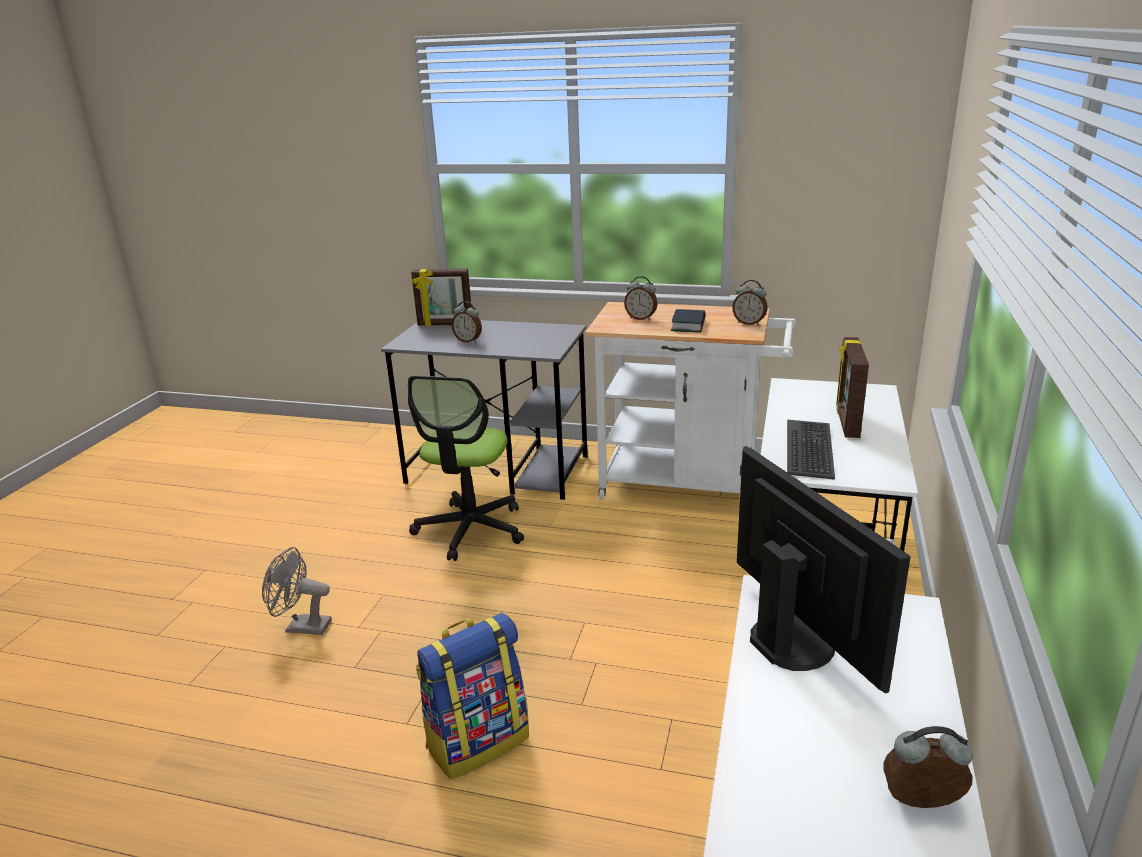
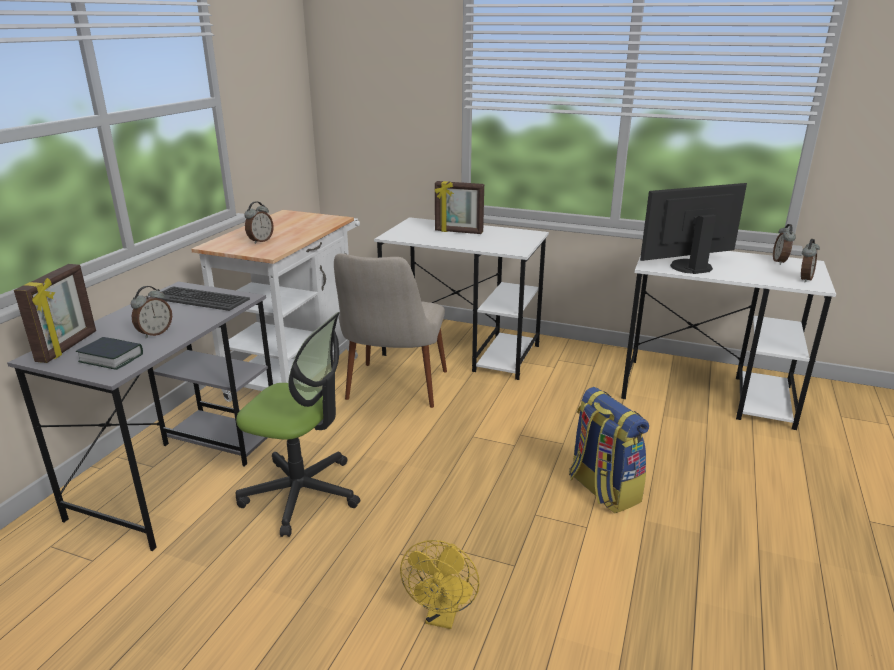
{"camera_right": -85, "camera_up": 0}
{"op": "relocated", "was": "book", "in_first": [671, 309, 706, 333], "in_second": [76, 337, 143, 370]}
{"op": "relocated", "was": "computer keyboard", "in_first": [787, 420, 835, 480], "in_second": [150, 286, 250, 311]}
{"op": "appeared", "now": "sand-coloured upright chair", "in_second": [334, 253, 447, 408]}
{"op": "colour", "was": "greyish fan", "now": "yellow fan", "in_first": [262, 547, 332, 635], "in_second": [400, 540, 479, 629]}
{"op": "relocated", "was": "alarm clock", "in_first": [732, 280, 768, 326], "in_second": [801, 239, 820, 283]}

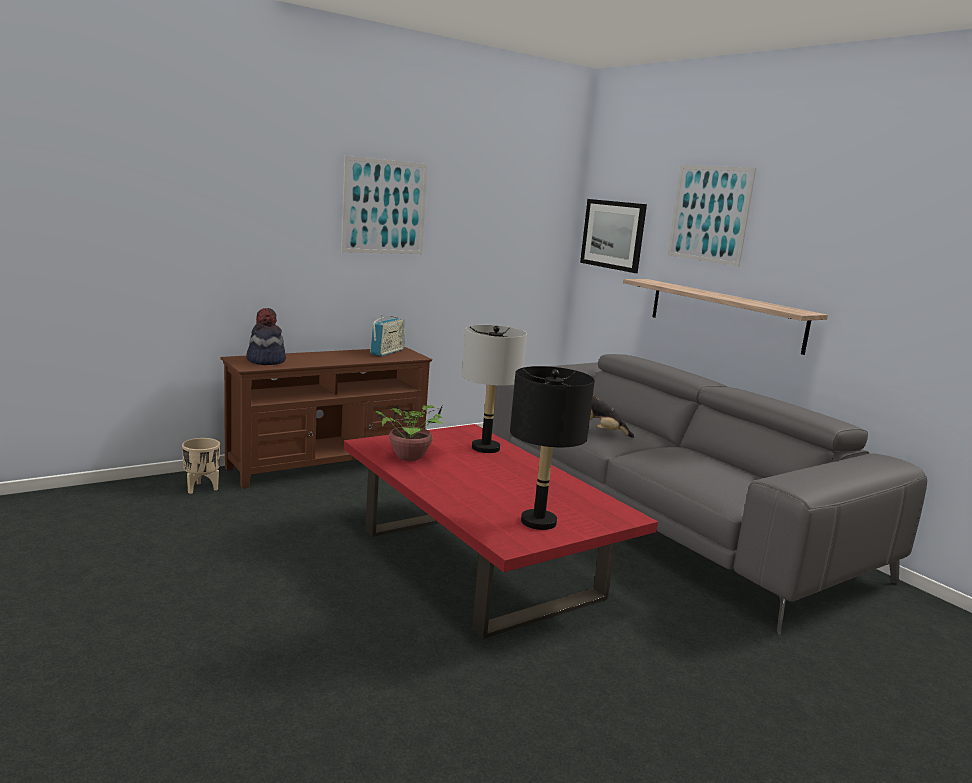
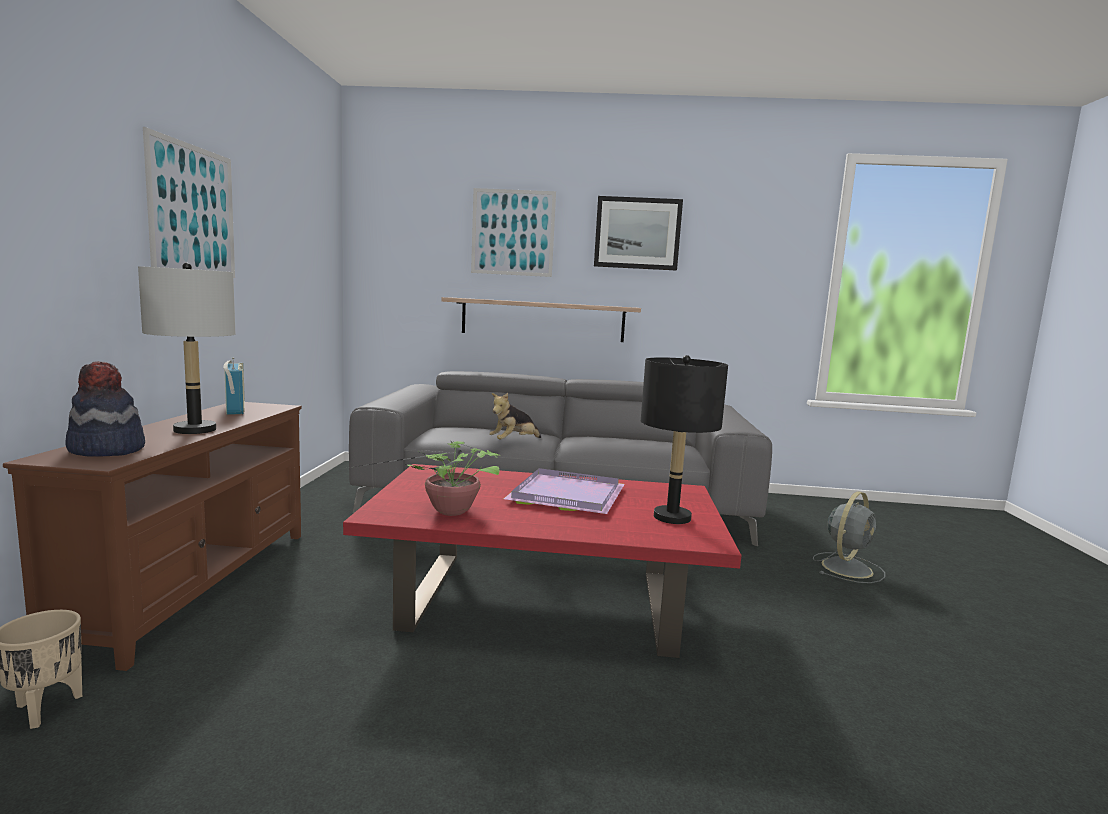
{"camera_right": -50, "camera_up": -5}
{"op": "relocated", "was": "greyish tabletop lamp", "in_first": [462, 325, 527, 453], "in_second": [138, 263, 235, 434]}
{"op": "appeared", "now": "purple carrying tray", "in_second": [504, 468, 625, 514]}
{"op": "relocated", "was": "wall art", "in_first": [580, 199, 647, 273], "in_second": [594, 196, 683, 271]}
{"op": "appeared", "now": "greyish fan", "in_second": [813, 491, 885, 583]}

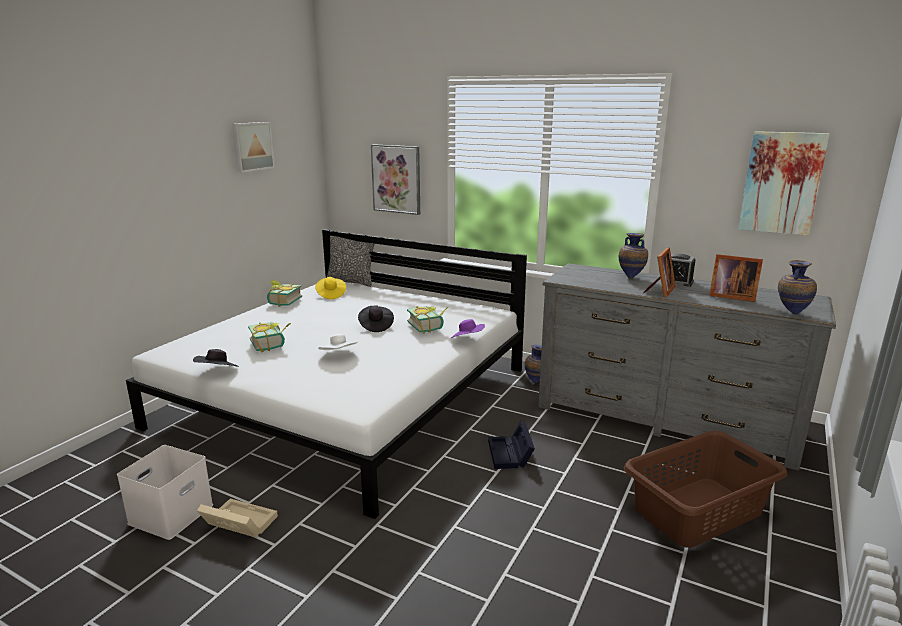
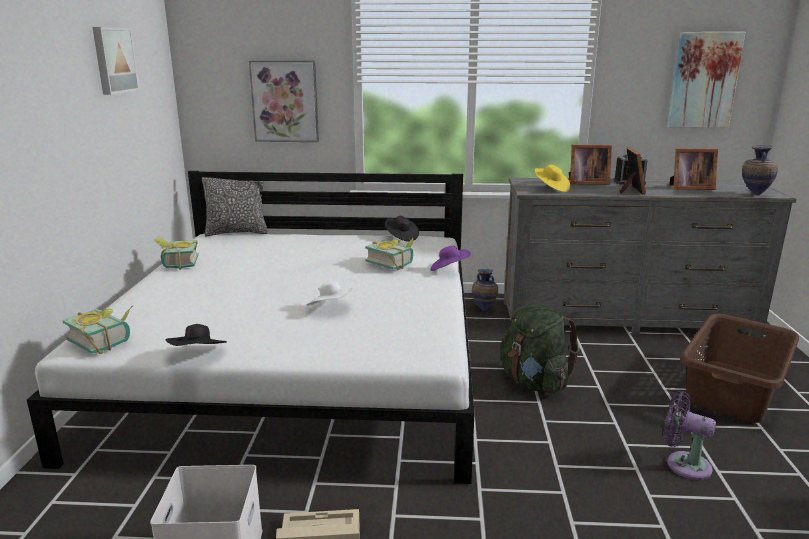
{"camera_right": -25, "camera_up": 0}
{"op": "relocated", "was": "book", "in_first": [248, 322, 291, 352], "in_second": [62, 306, 133, 354]}
{"op": "relocated", "was": "black-coloured clothing hat", "in_first": [358, 305, 394, 332], "in_second": [385, 216, 419, 242]}
{"op": "exchanged", "was": "black-coloured storage container", "now": "green knapsack", "in_first": [488, 421, 535, 469], "in_second": [500, 303, 580, 394]}
{"op": "relocated", "was": "yellow clothing hat", "in_first": [315, 277, 346, 299], "in_second": [535, 165, 570, 192]}
{"op": "exchanged", "was": "vase", "now": "picture frame", "in_first": [618, 233, 648, 278], "in_second": [569, 145, 612, 185]}
{"op": "appeared", "now": "purple fan", "in_second": [663, 391, 716, 480]}

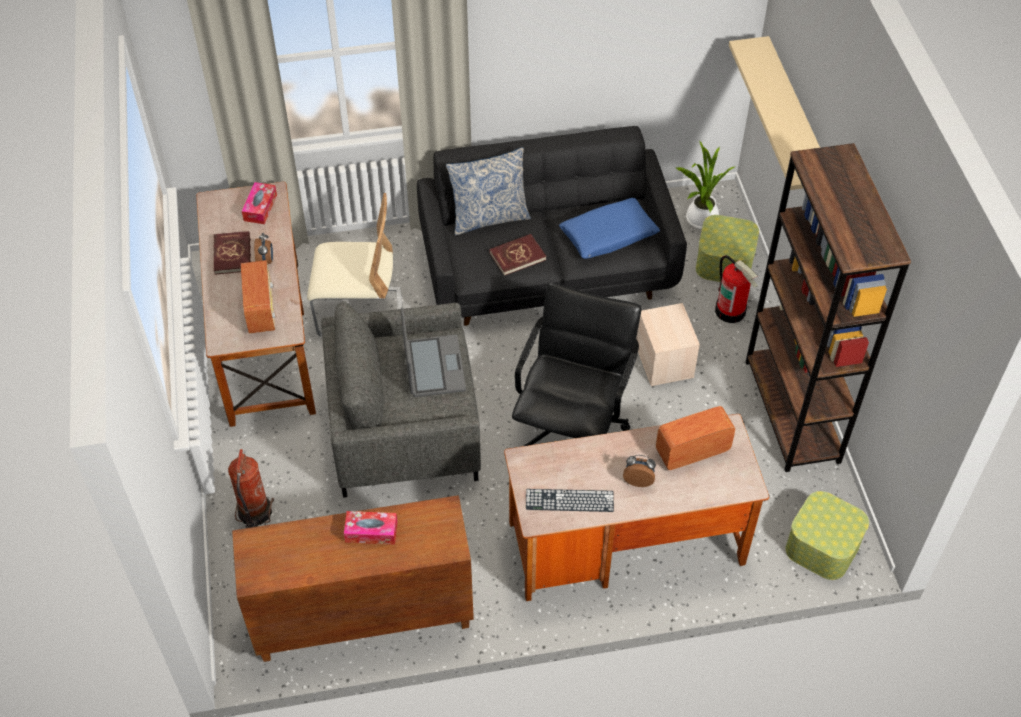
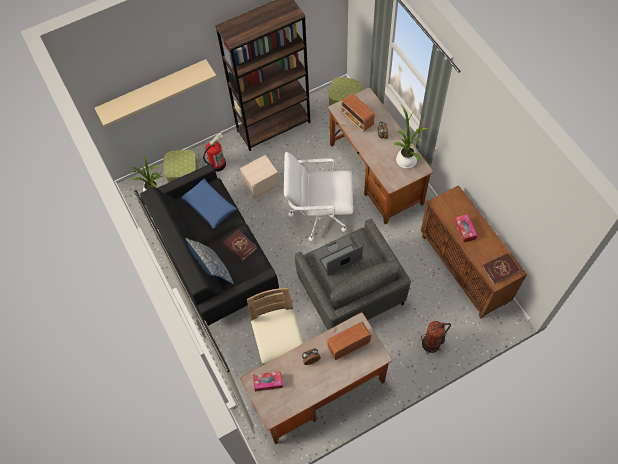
{"camera_right": -105, "camera_up": 10}
{"op": "colour", "was": "black-coloured computer chair", "now": "white computer chair", "in_first": [512, 283, 641, 446], "in_second": [284, 152, 353, 241]}
{"op": "exchanged", "was": "computer keyboard", "now": "plant in a pot", "in_first": [526, 489, 614, 512], "in_second": [394, 105, 428, 168]}
{"op": "relocated", "was": "red-coloured book", "in_first": [214, 231, 251, 275], "in_second": [482, 253, 520, 284]}

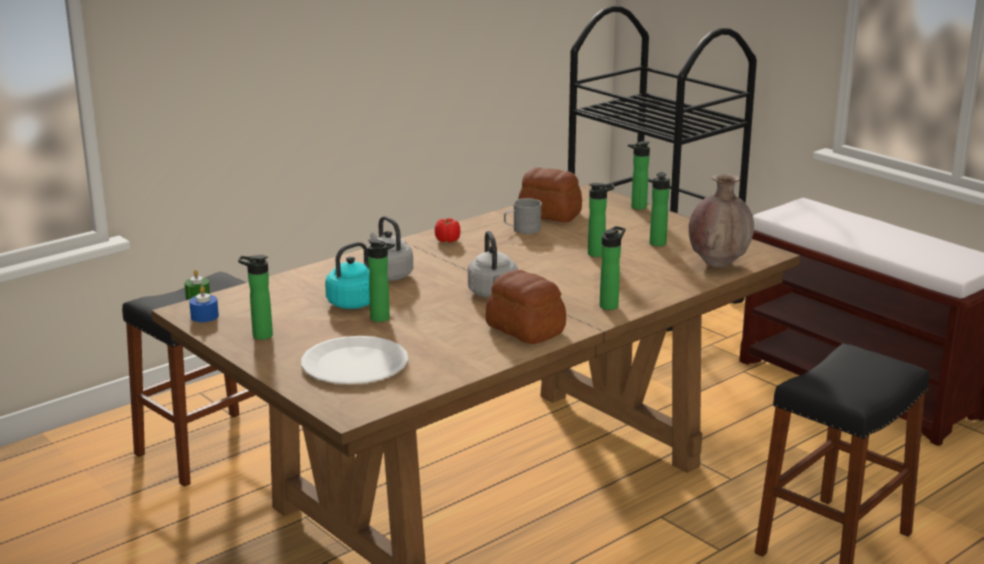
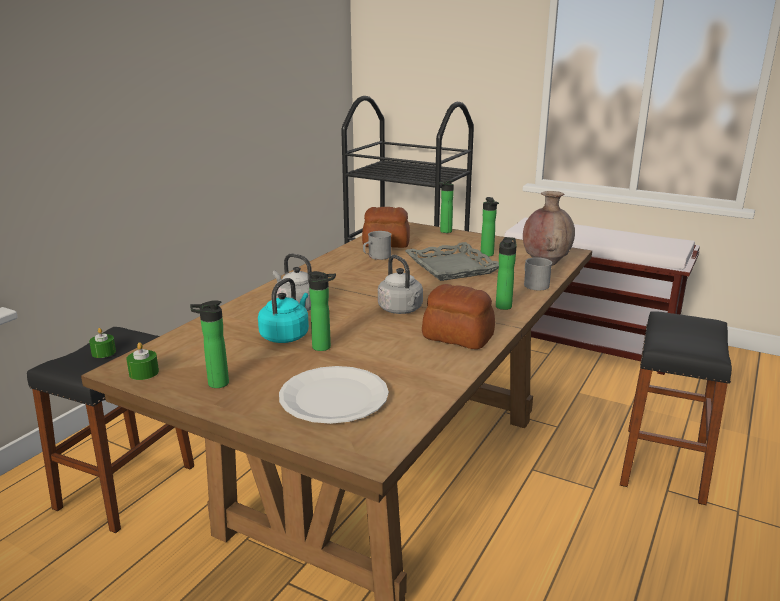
{"camera_right": -20, "camera_up": 0}
{"op": "colour", "was": "bluish wax light", "now": "green wax light", "in_first": [189, 286, 219, 322], "in_second": [126, 342, 159, 380]}
{"op": "exchanged", "was": "beverage bottle", "now": "greyish carrying tray", "in_first": [588, 183, 614, 257], "in_second": [405, 242, 499, 281]}
{"op": "appeared", "now": "greyish tea mug", "in_second": [524, 257, 552, 291]}
{"op": "missing", "was": "whole tomato", "in_first": [435, 218, 461, 242]}

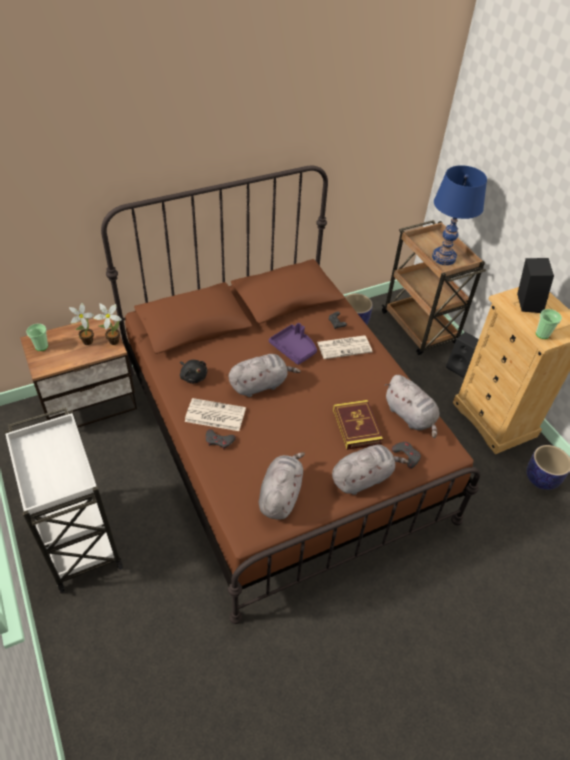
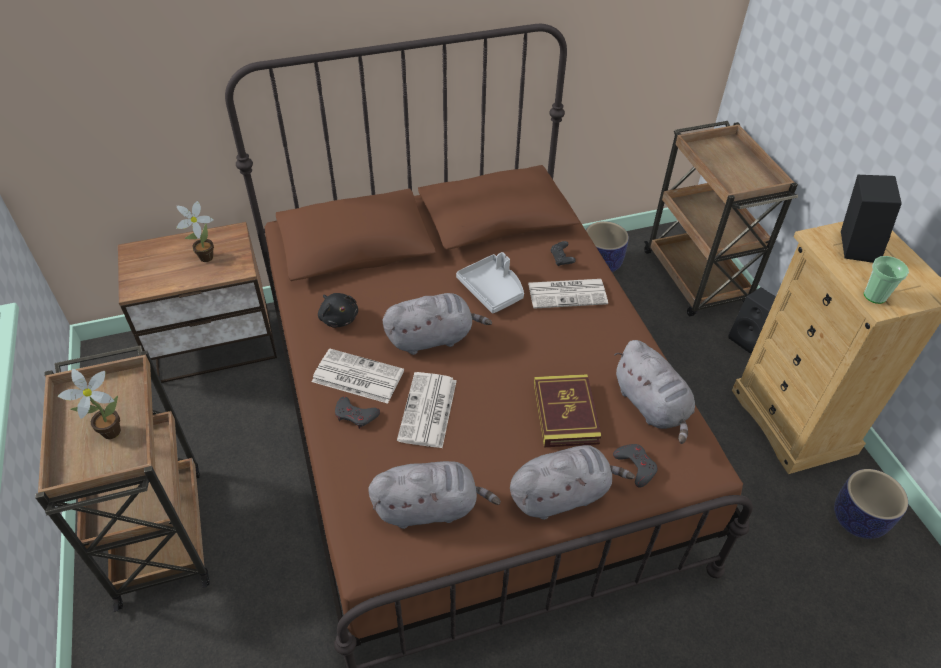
{"camera_right": 10, "camera_up": 0}
{"op": "colour", "was": "white trolley", "now": "brown trolley", "in_first": [4, 407, 123, 593], "in_second": [35, 345, 210, 612]}
{"op": "relocated", "was": "plant in a pot", "in_first": [94, 303, 122, 345], "in_second": [58, 369, 121, 439]}
{"op": "spun", "was": "greyish cuddly toy", "in_first": [259, 452, 305, 520], "in_second": [368, 461, 501, 529], "clockwise": 60}
{"op": "appeared", "now": "newspaper", "in_second": [397, 372, 457, 448]}
{"op": "colour", "was": "purple carrying tray", "now": "greyish carrying tray", "in_first": [269, 323, 317, 365], "in_second": [456, 252, 524, 313]}
{"op": "missing", "was": "cup", "in_first": [26, 324, 48, 351]}
{"op": "missing", "was": "bluish tabletop lamp", "in_first": [432, 165, 487, 265]}

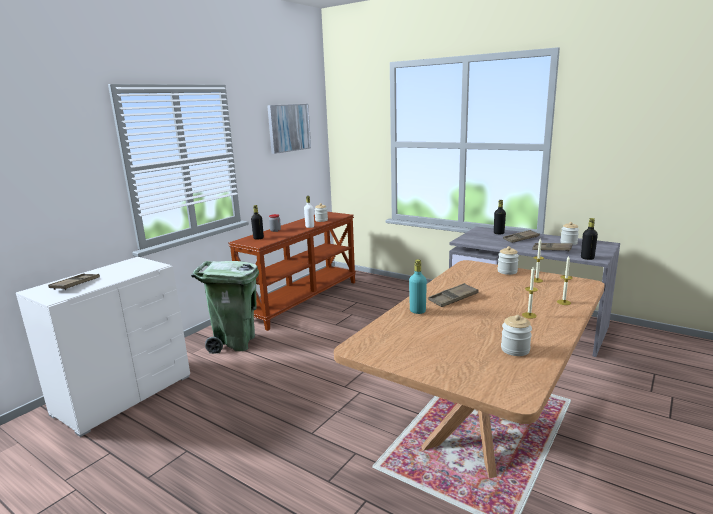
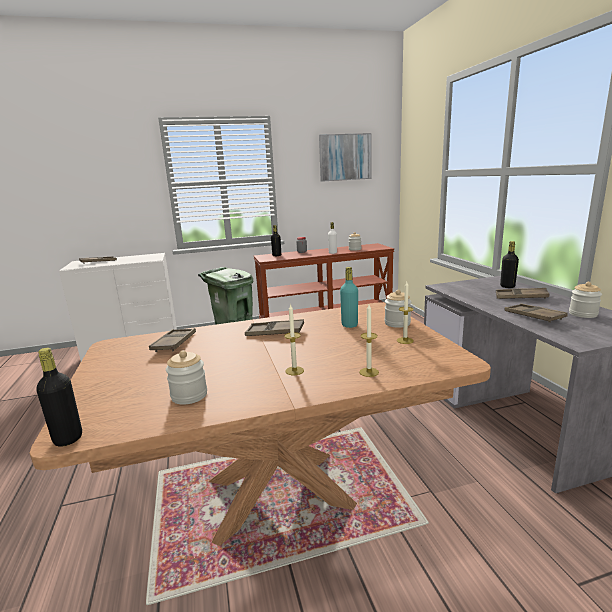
{"camera_right": 40, "camera_up": 0}
{"op": "relocated", "was": "black-coloured beverage bottle", "in_first": [581, 218, 598, 260], "in_second": [36, 348, 82, 447]}
{"op": "appeared", "now": "brown carrying tray", "in_second": [149, 328, 196, 352]}
{"op": "relocated", "was": "turquoise beverage bottle", "in_first": [409, 259, 427, 314], "in_second": [340, 267, 358, 328]}

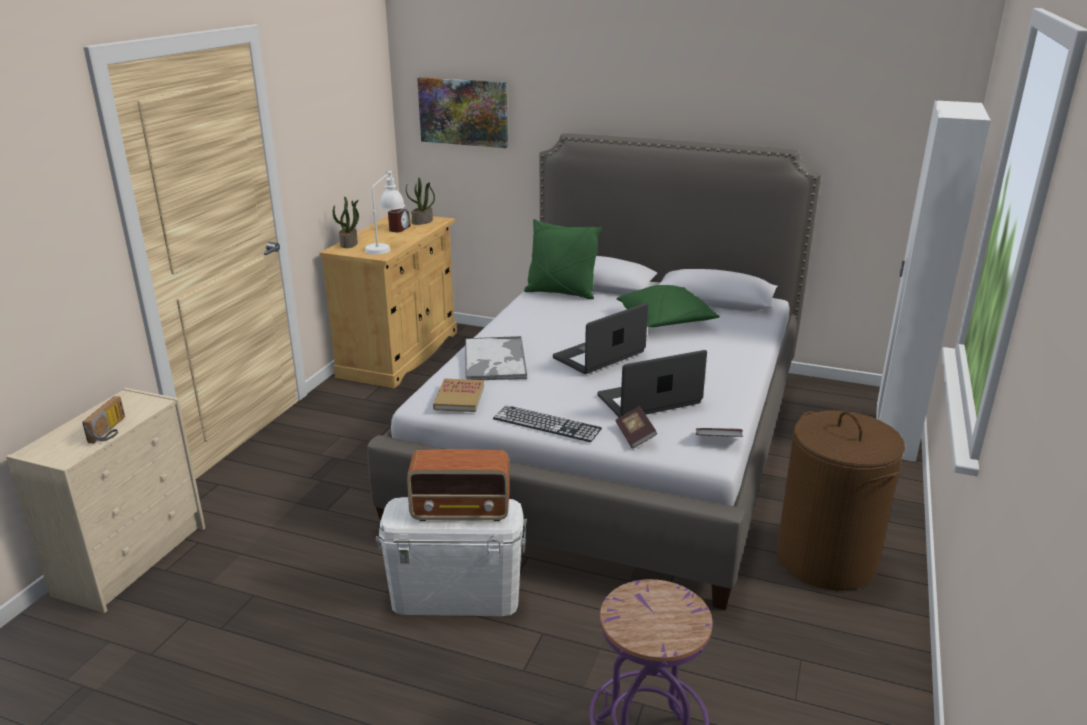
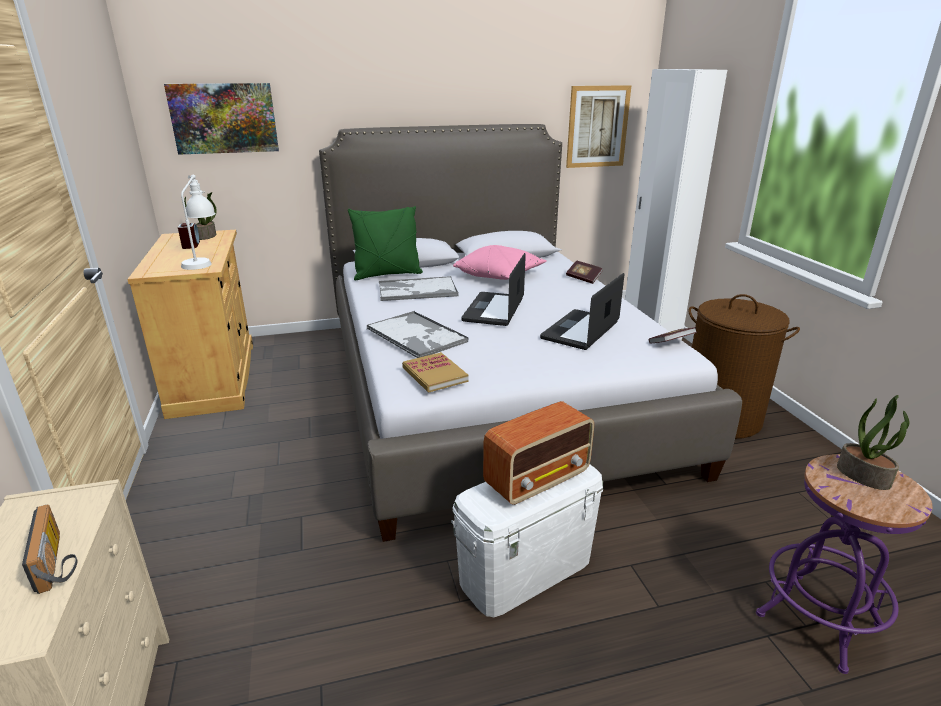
{"camera_right": -35, "camera_up": 0}
{"op": "appeared", "now": "carrying tray", "in_second": [379, 276, 459, 301]}
{"op": "colour", "was": "green pillow", "now": "pinkish pillow", "in_first": [617, 285, 720, 327], "in_second": [453, 245, 547, 280]}
{"op": "appeared", "now": "wall art", "in_second": [566, 85, 631, 168]}
{"op": "relocated", "was": "book", "in_first": [616, 406, 657, 449], "in_second": [566, 260, 603, 284]}
{"op": "relocated", "was": "plant in a pot", "in_first": [333, 196, 359, 248], "in_second": [837, 395, 909, 490]}
{"op": "missing", "was": "computer keyboard", "in_first": [493, 405, 602, 442]}

